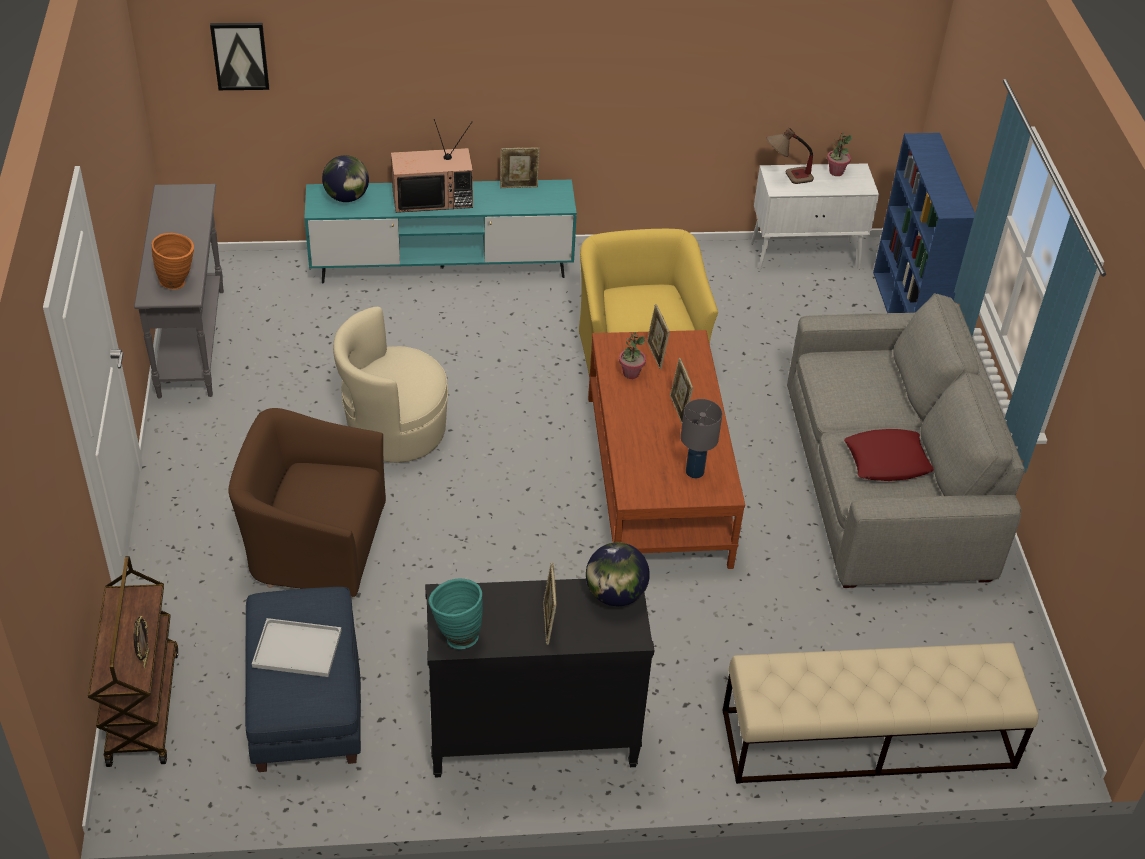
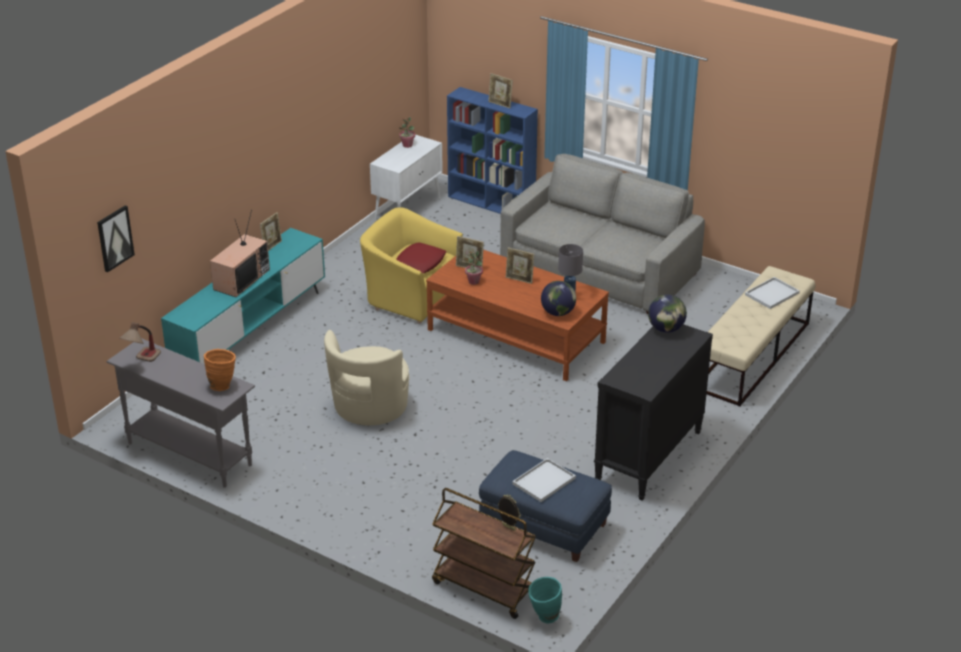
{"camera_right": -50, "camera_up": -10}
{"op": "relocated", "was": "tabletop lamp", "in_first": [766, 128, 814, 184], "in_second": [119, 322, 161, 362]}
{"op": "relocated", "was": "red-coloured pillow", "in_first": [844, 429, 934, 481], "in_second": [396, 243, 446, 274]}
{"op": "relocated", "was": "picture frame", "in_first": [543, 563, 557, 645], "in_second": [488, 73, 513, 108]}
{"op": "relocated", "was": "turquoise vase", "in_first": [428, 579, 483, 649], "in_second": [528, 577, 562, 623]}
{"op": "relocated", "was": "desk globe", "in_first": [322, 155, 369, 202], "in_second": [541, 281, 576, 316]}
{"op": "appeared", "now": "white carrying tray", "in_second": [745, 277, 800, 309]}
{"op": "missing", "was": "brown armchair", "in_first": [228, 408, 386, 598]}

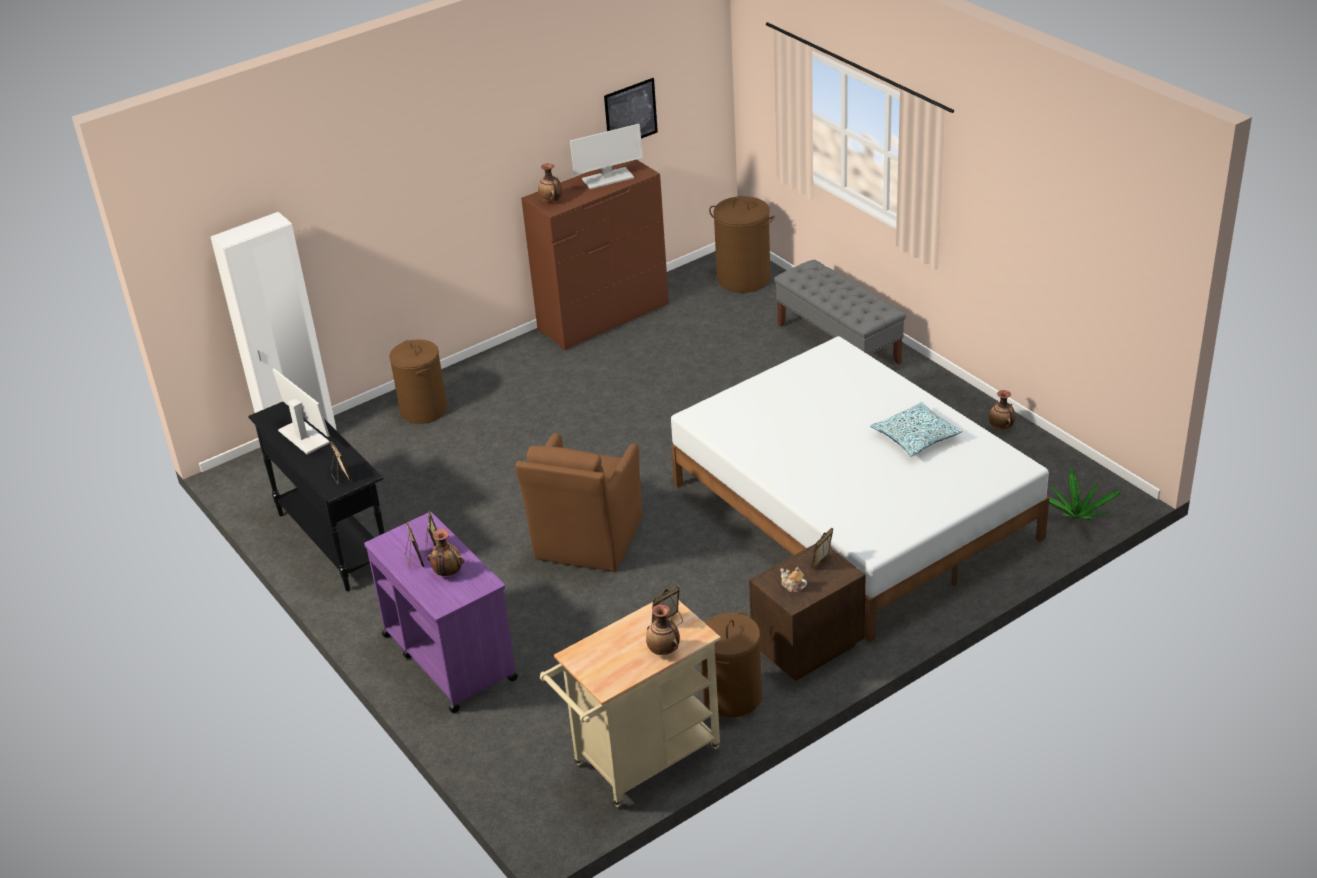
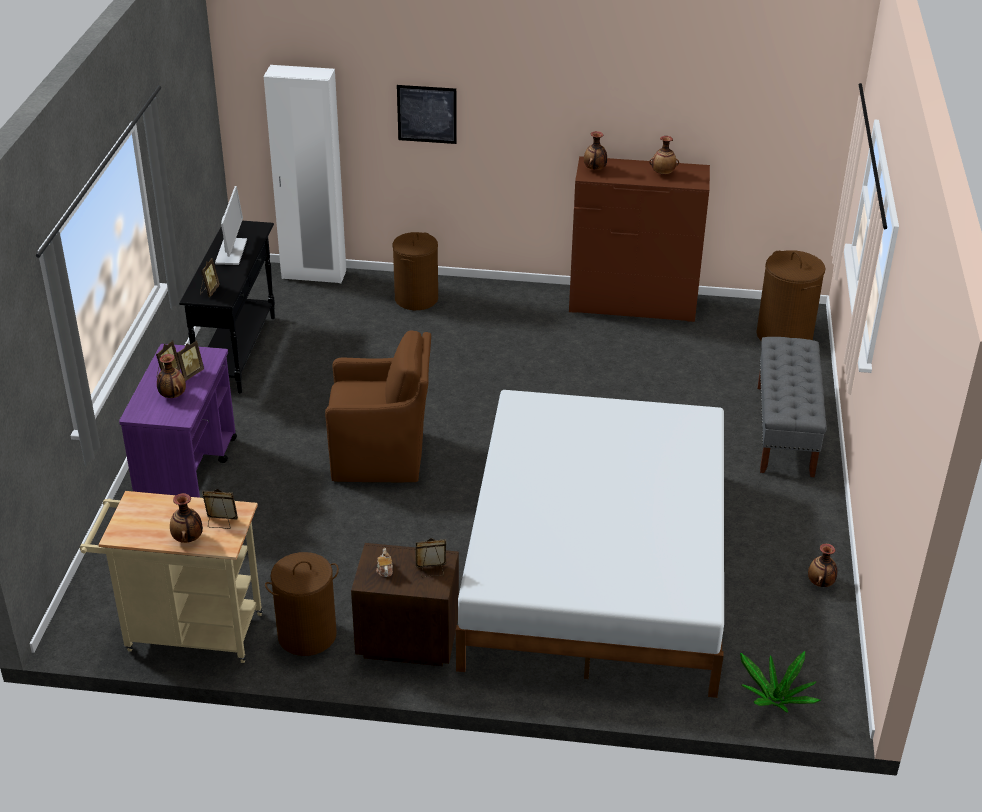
{"camera_right": 40, "camera_up": 0}
{"op": "spun", "was": "brown armchair", "in_first": [516, 433, 642, 572], "in_second": [325, 330, 431, 482], "clockwise": -150}
{"op": "relocated", "was": "wall art", "in_first": [604, 78, 658, 139], "in_second": [397, 85, 457, 144]}
{"op": "exchanged", "was": "monitor", "now": "vase", "in_first": [570, 124, 643, 189], "in_second": [649, 136, 679, 175]}
{"op": "missing", "was": "pillow", "in_first": [870, 402, 962, 457]}

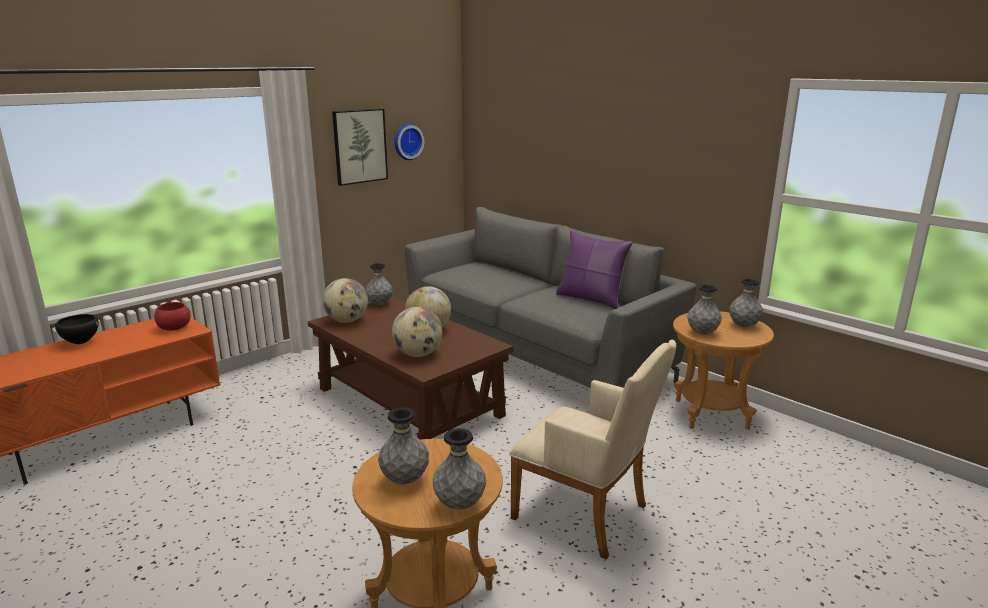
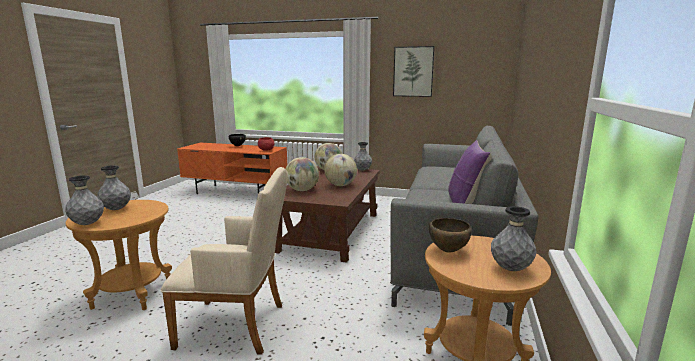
{"camera_right": 60, "camera_up": -5}
{"op": "spun", "was": "sand-coloured armchair", "in_first": [509, 340, 676, 559], "in_second": [160, 167, 288, 355], "clockwise": -90}
{"op": "exchanged", "was": "greyish vase", "now": "brown deep dish", "in_first": [687, 284, 722, 335], "in_second": [429, 218, 472, 253]}
{"op": "missing", "was": "wall clock", "in_first": [394, 123, 424, 160]}

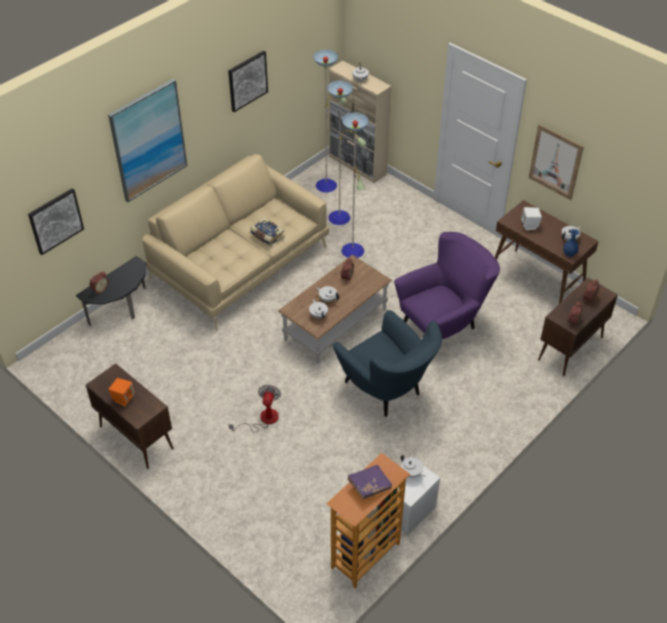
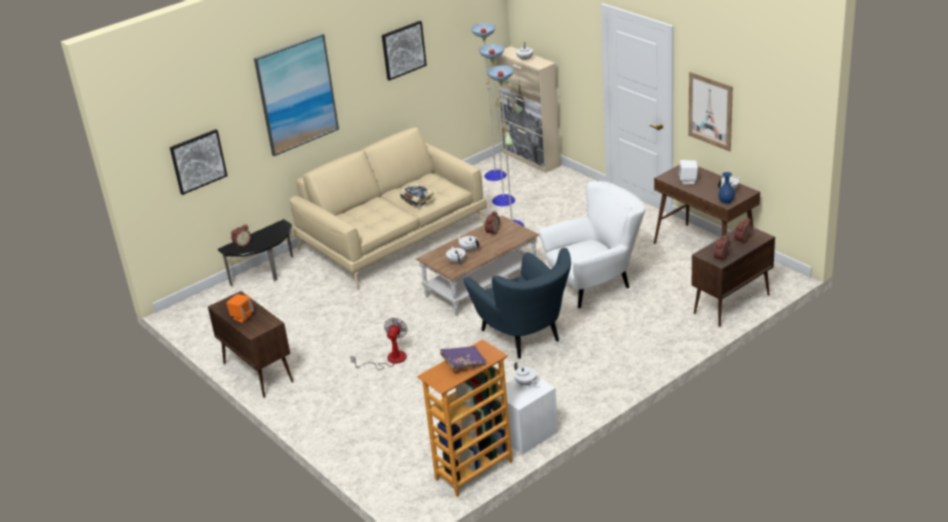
{"camera_right": 10, "camera_up": -15}
{"op": "colour", "was": "purple armchair", "now": "white armchair", "in_first": [394, 232, 500, 339], "in_second": [539, 181, 645, 309]}

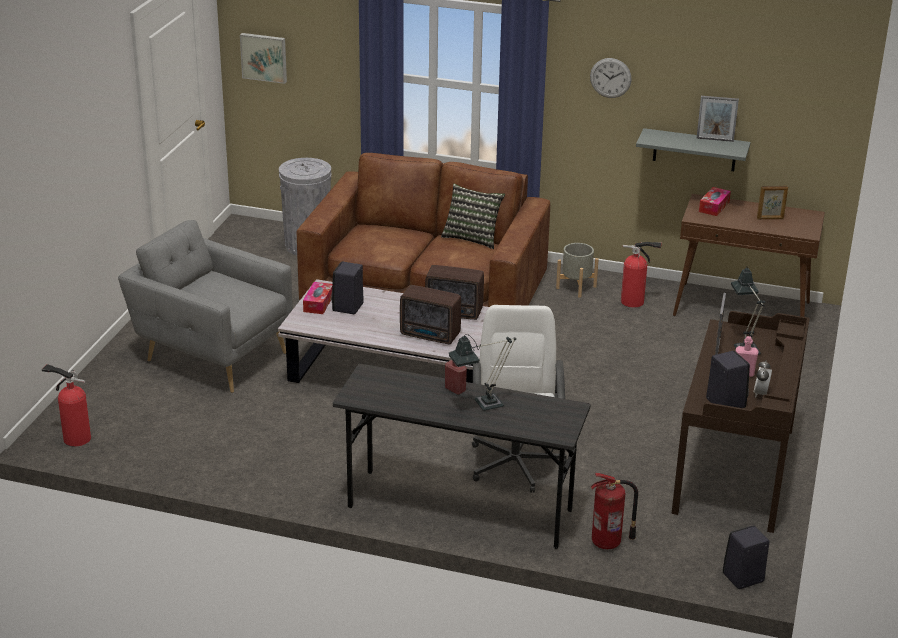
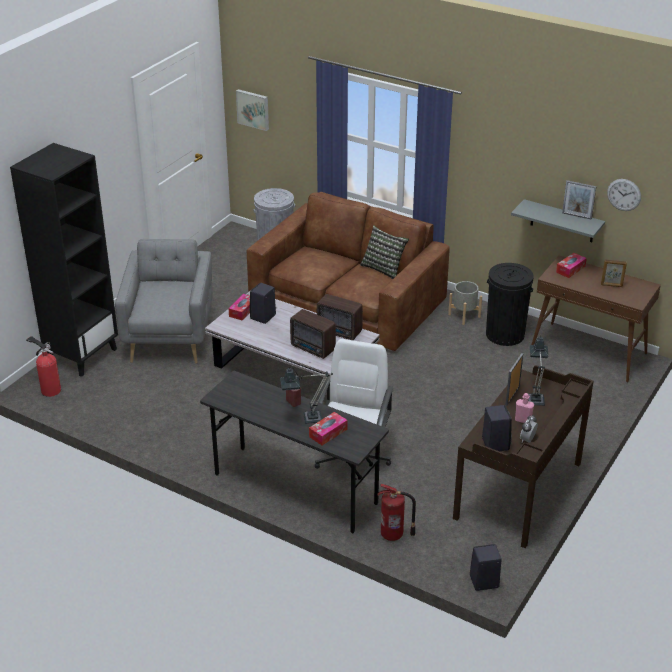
{"camera_right": 15, "camera_up": 5}
{"op": "appeared", "now": "black-coloured bookshelf", "in_second": [10, 143, 118, 377]}
{"op": "spun", "was": "greyish armchair", "in_first": [118, 220, 293, 393], "in_second": [115, 239, 213, 364], "clockwise": 45}
{"op": "appeared", "now": "tissue holder", "in_second": [309, 412, 348, 446]}
{"op": "exchanged", "was": "fire-fighting cylinder", "now": "black-coloured waste bin", "in_first": [621, 242, 662, 308], "in_second": [486, 263, 534, 346]}
{"op": "relocated", "was": "wall clock", "in_first": [590, 58, 632, 98], "in_second": [607, 179, 641, 211]}

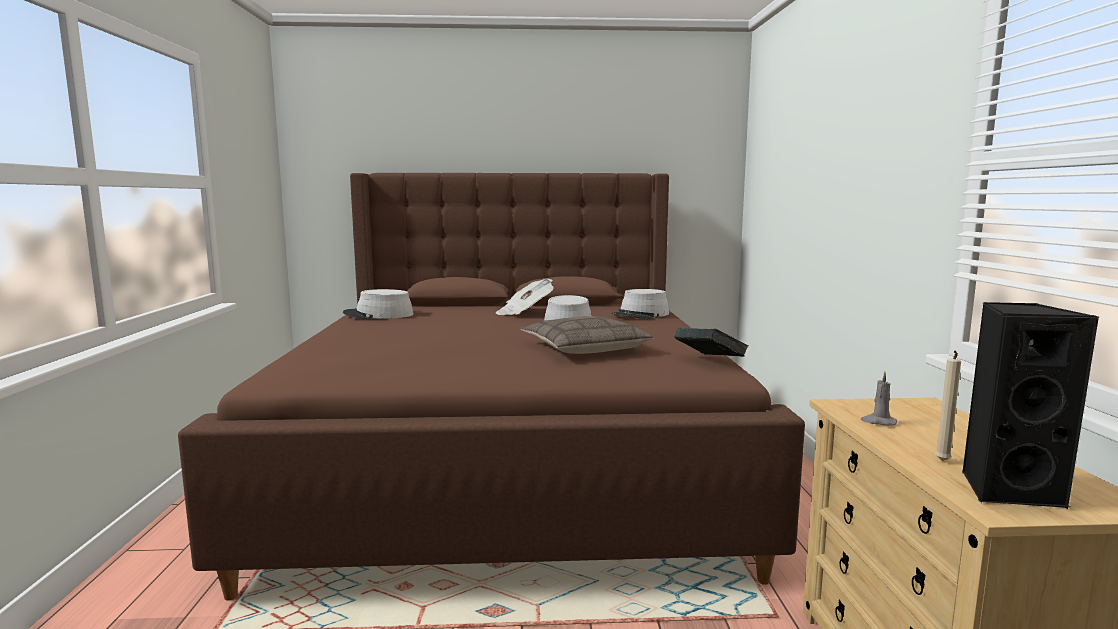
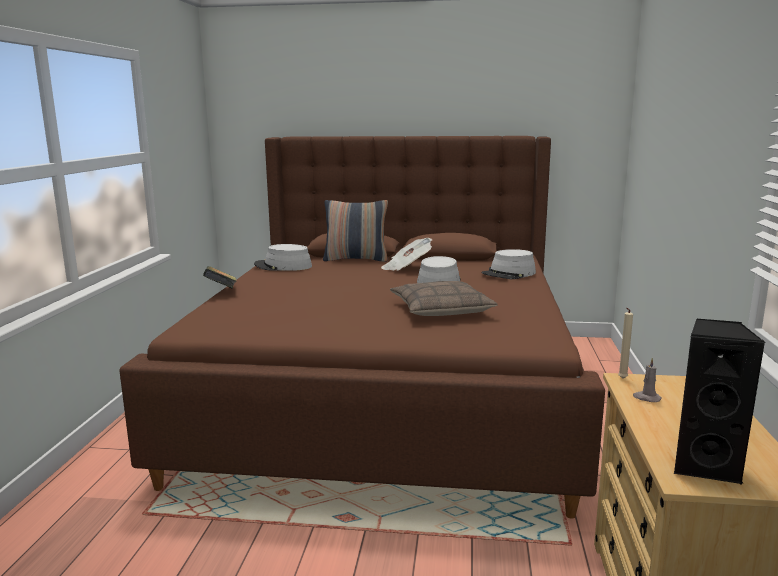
{"camera_right": 10, "camera_up": 5}
{"op": "relocated", "was": "book", "in_first": [674, 328, 748, 357], "in_second": [203, 266, 237, 289]}
{"op": "appeared", "now": "pillow", "in_second": [323, 200, 388, 262]}
{"op": "relocated", "was": "sand-coloured wax light", "in_first": [935, 350, 961, 461], "in_second": [618, 308, 633, 379]}

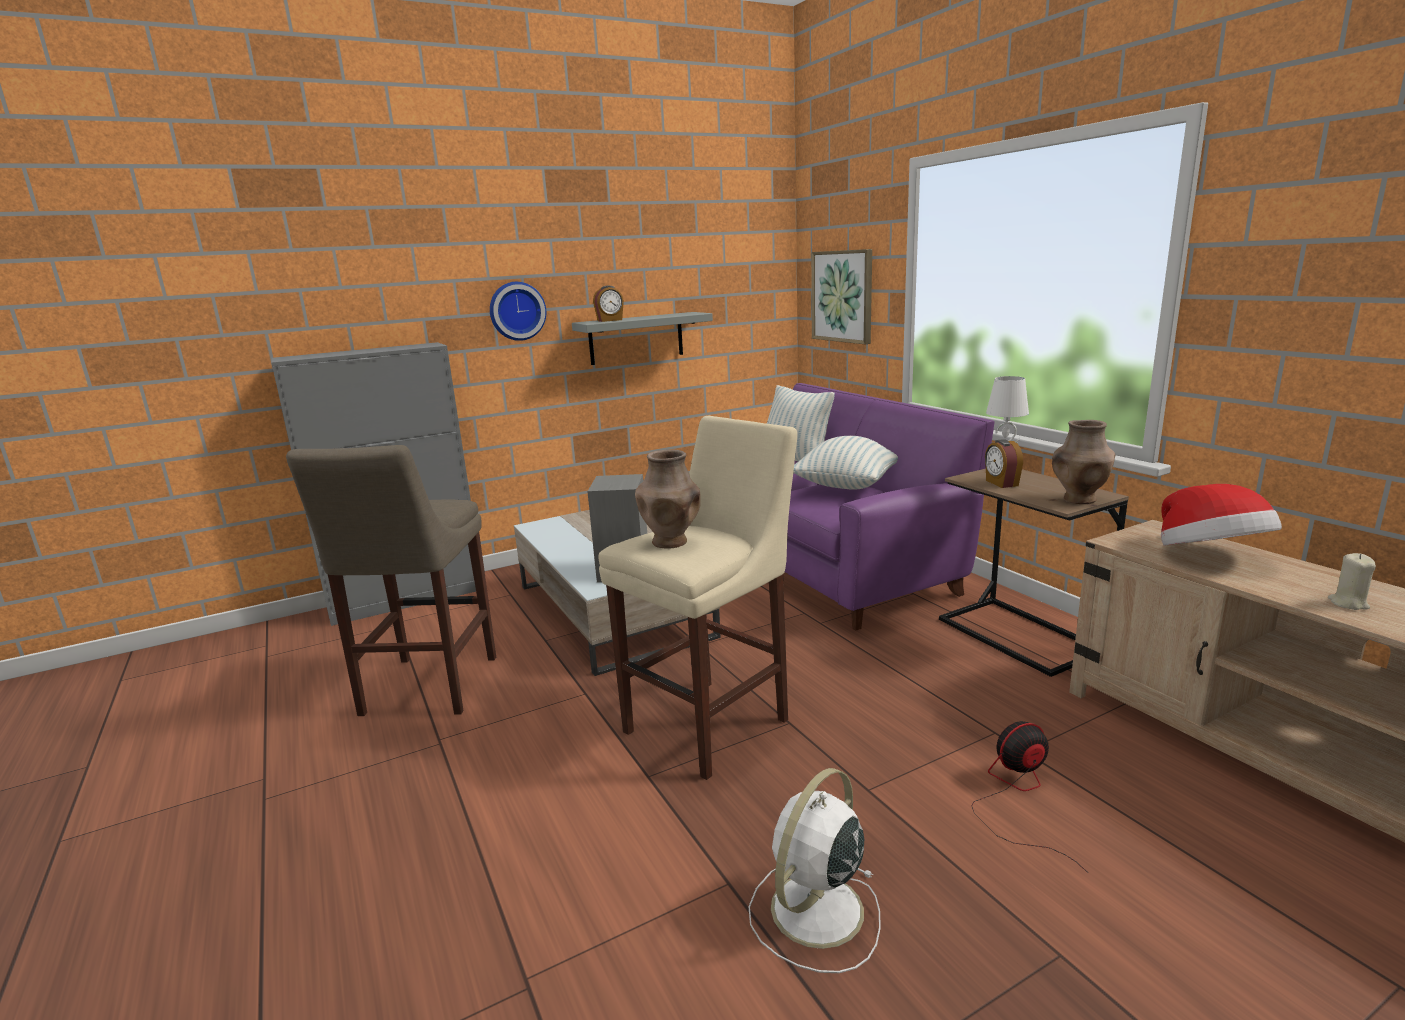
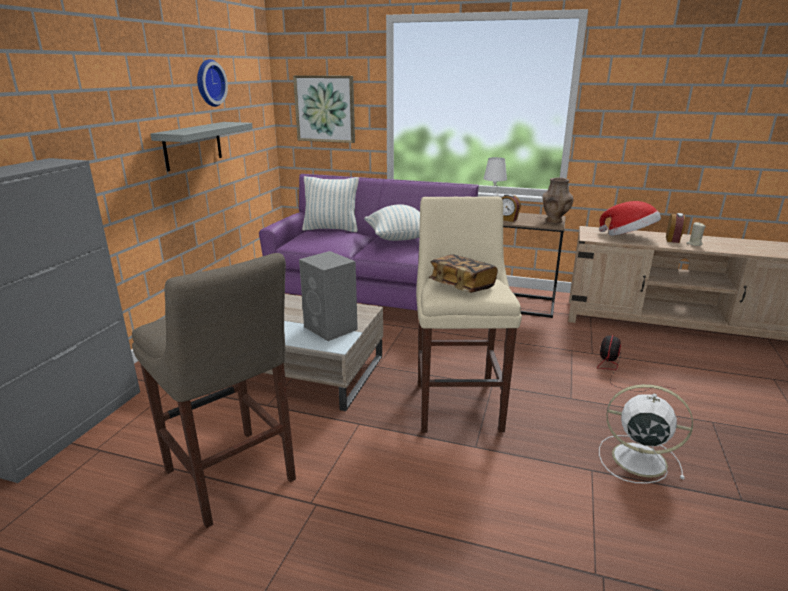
{"camera_right": -45, "camera_up": 5}
{"op": "relocated", "was": "wall clock", "in_first": [490, 282, 546, 341], "in_second": [197, 59, 228, 107]}
{"op": "exchanged", "was": "brown vase", "now": "book", "in_first": [635, 450, 701, 549], "in_second": [429, 255, 498, 293]}
{"op": "spun", "was": "white fan", "in_first": [748, 768, 881, 973], "in_second": [599, 384, 693, 484], "clockwise": 120}
{"op": "relocated", "was": "alarm clock", "in_first": [593, 286, 624, 322], "in_second": [666, 213, 686, 243]}

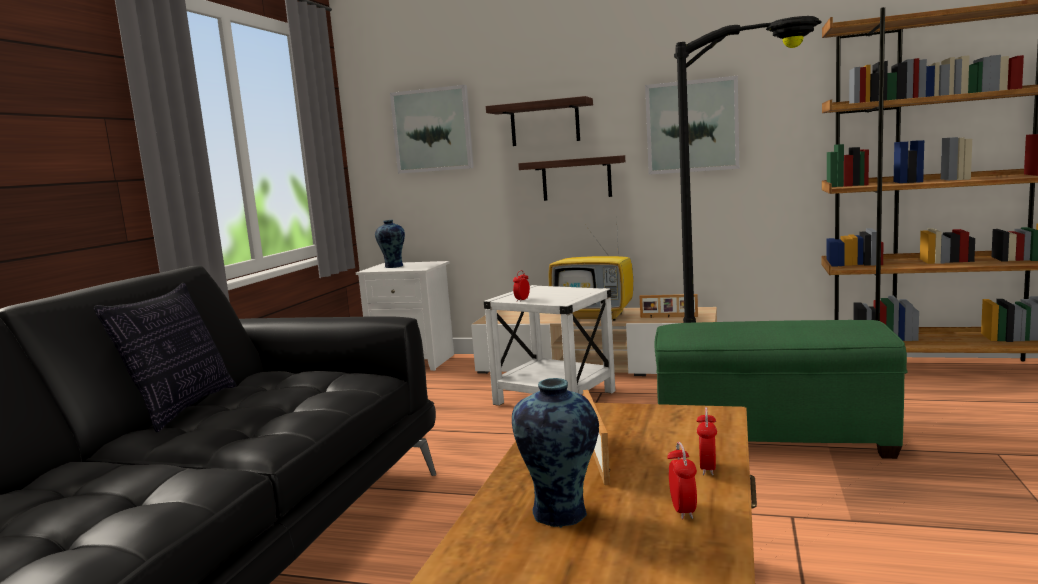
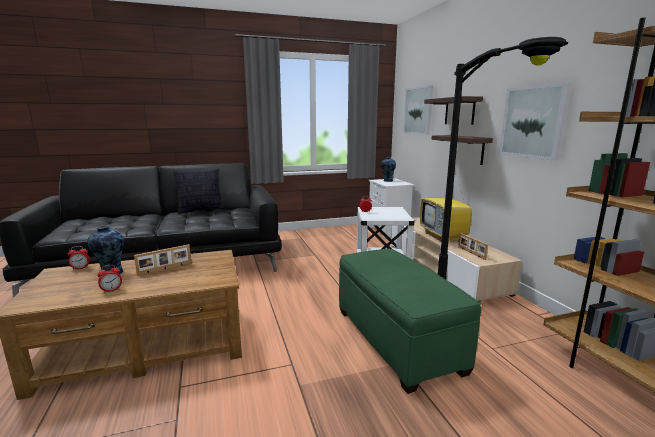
{"camera_right": 55, "camera_up": 5}
{"op": "relocated", "was": "alarm clock", "in_first": [697, 407, 717, 475], "in_second": [68, 246, 90, 270]}

